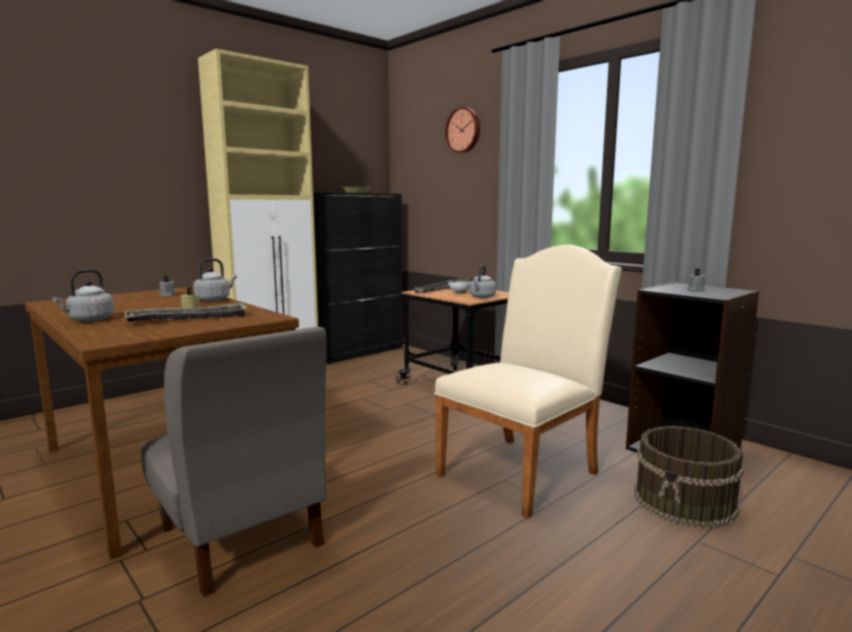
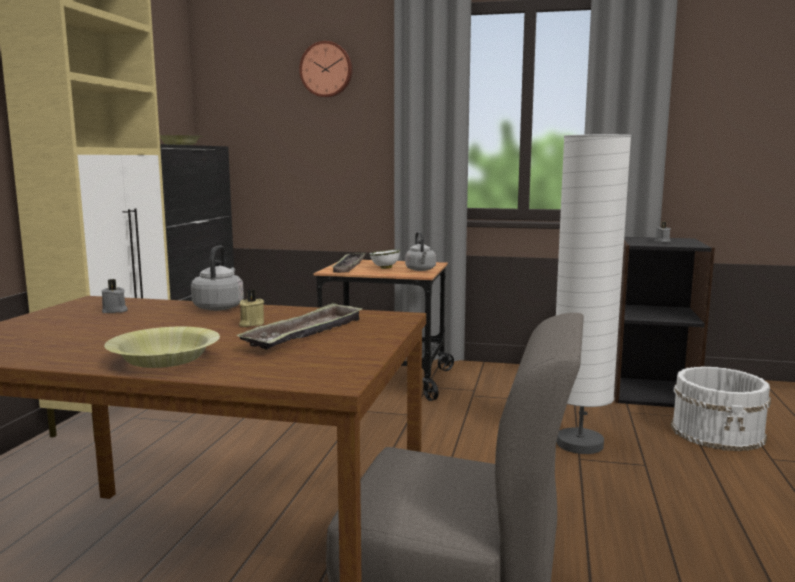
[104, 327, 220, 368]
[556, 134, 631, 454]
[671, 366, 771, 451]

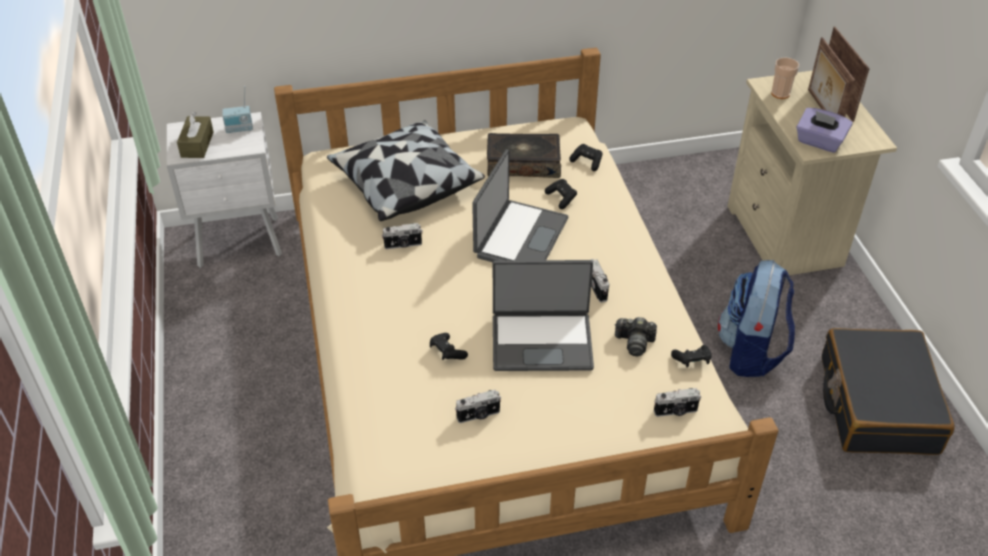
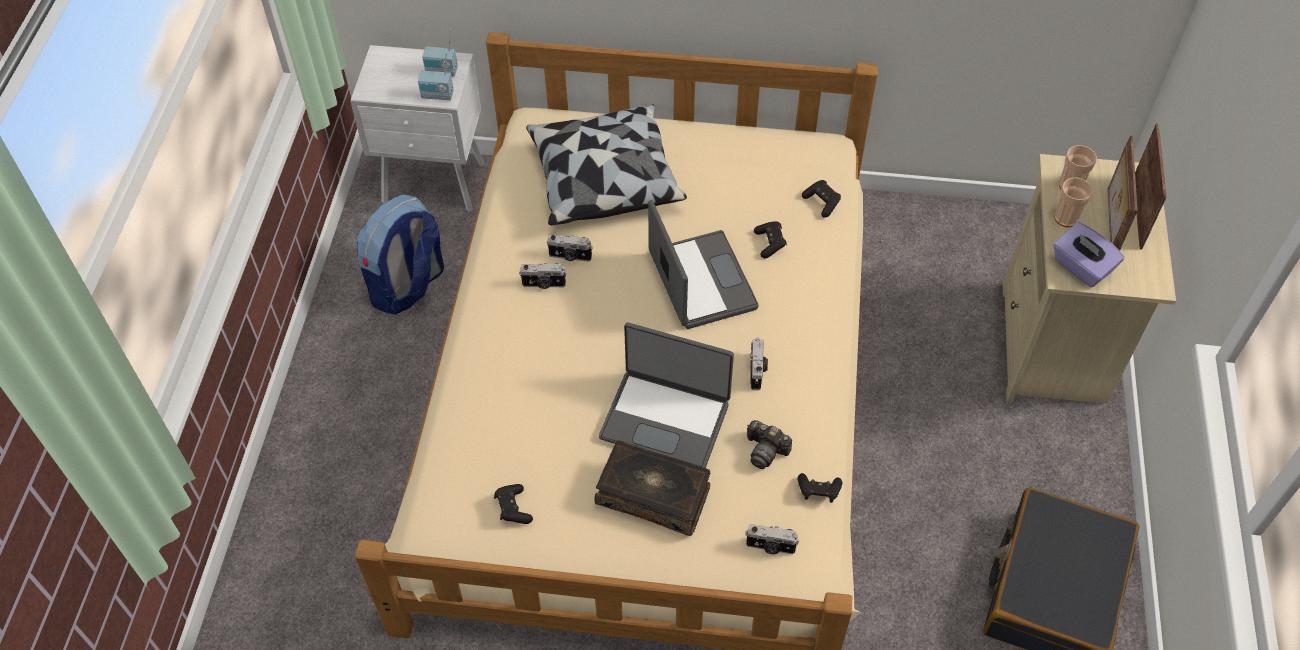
[357, 195, 444, 315]
[418, 53, 454, 100]
[494, 484, 533, 524]
[519, 263, 567, 289]
[594, 440, 710, 536]
[648, 200, 759, 329]
[1054, 178, 1093, 227]
[177, 111, 214, 158] (first image)

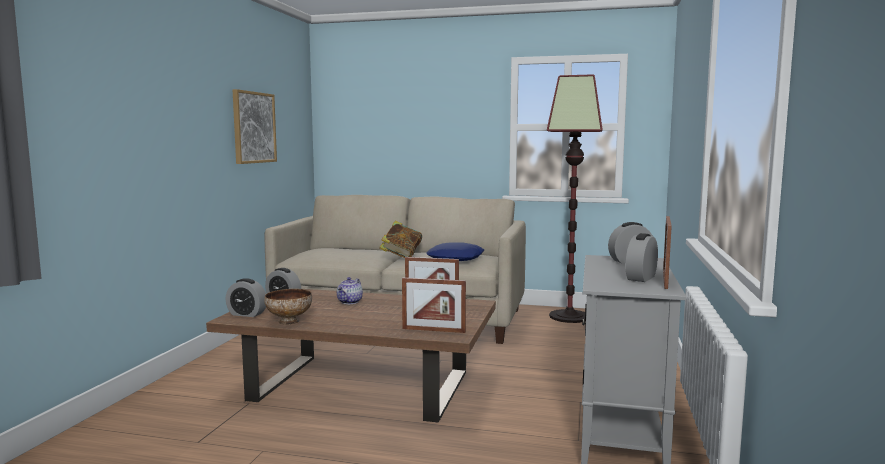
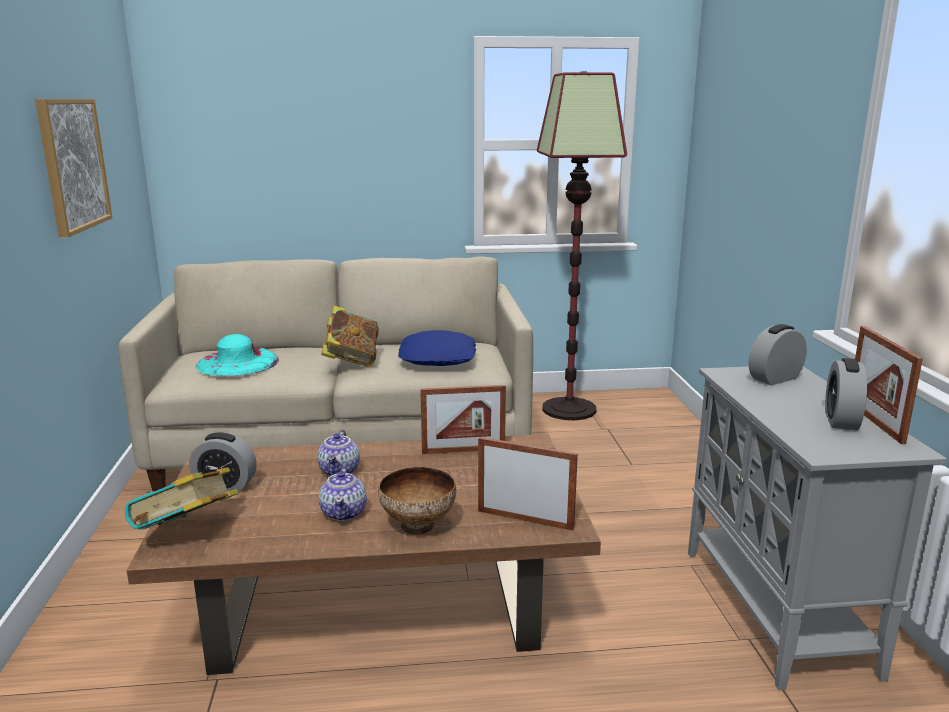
[125, 467, 238, 529]
[196, 334, 279, 376]
[319, 467, 367, 521]
[378, 467, 456, 535]
[478, 437, 578, 530]

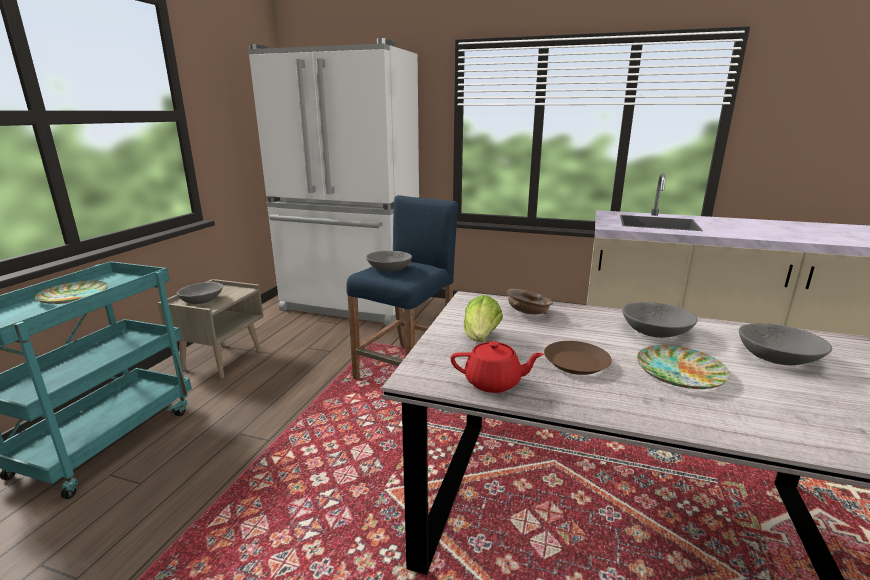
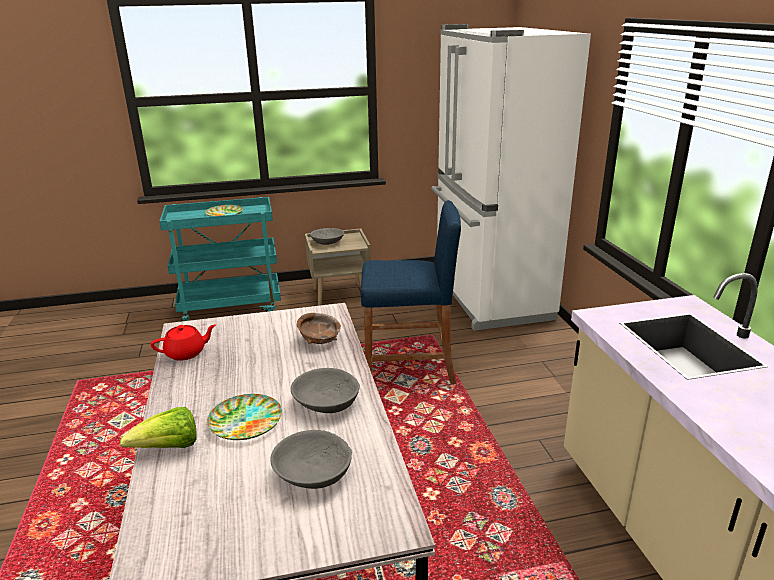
[120, 407, 197, 448]
[151, 324, 216, 361]
[366, 251, 412, 271] (first image)
[544, 341, 612, 375] (first image)

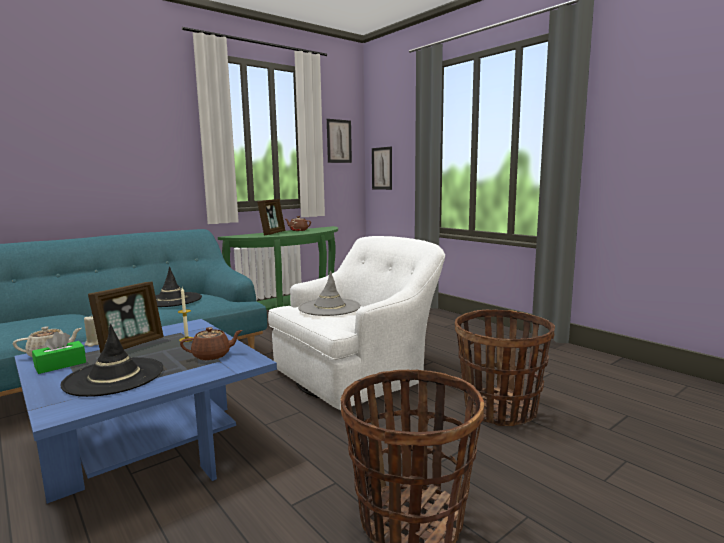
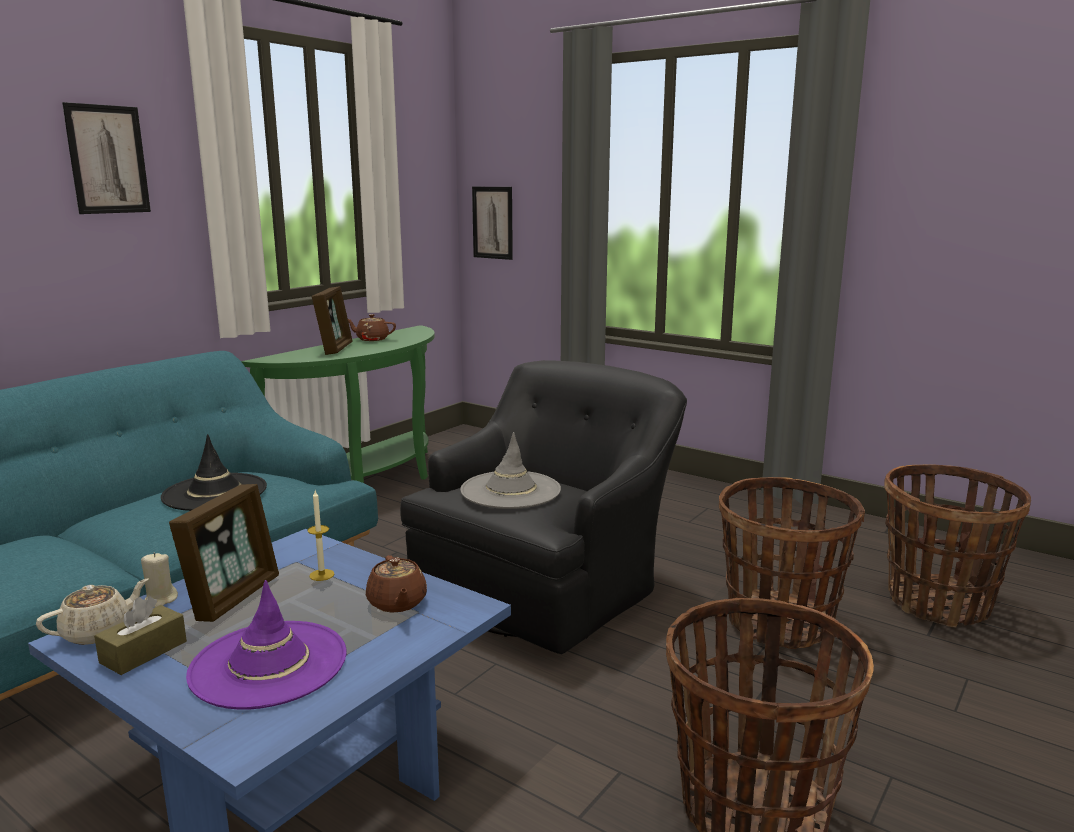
[62, 102, 151, 214]
[94, 596, 187, 675]
[186, 580, 346, 710]
[366, 555, 427, 613]
[400, 360, 687, 654]
[885, 465, 1031, 628]

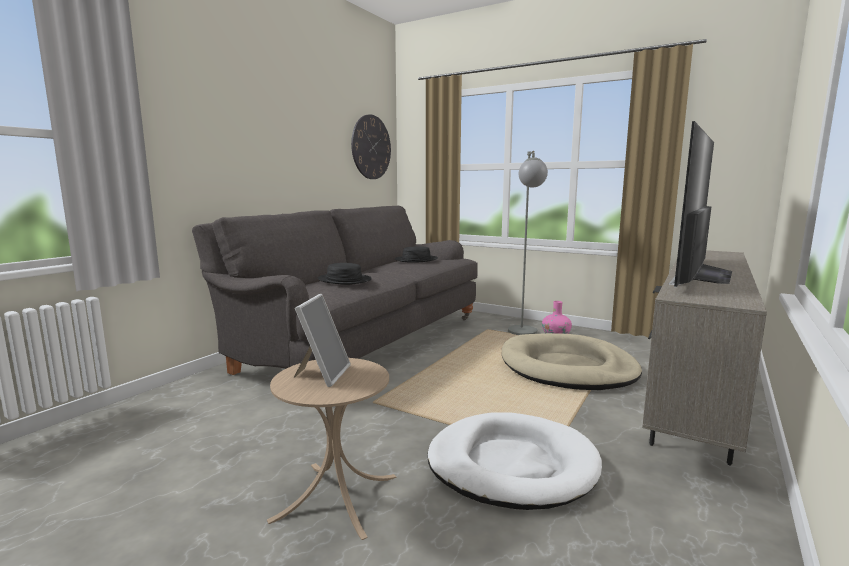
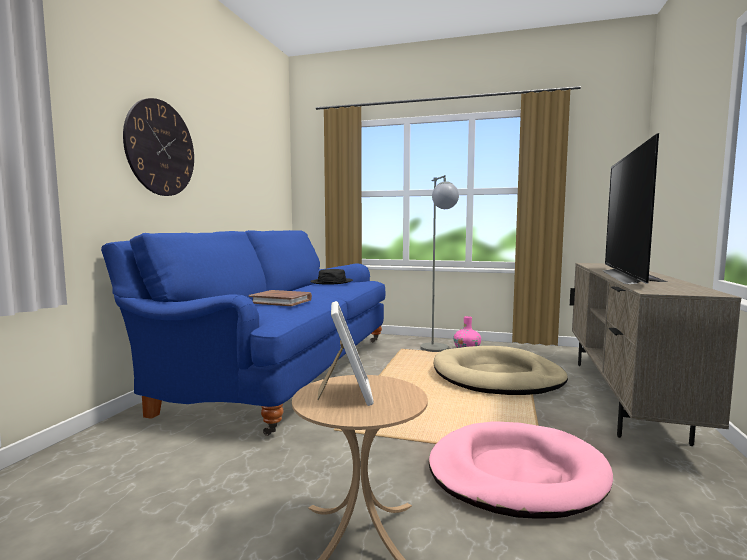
[101, 230, 385, 436]
[123, 98, 194, 196]
[248, 290, 312, 306]
[429, 422, 613, 519]

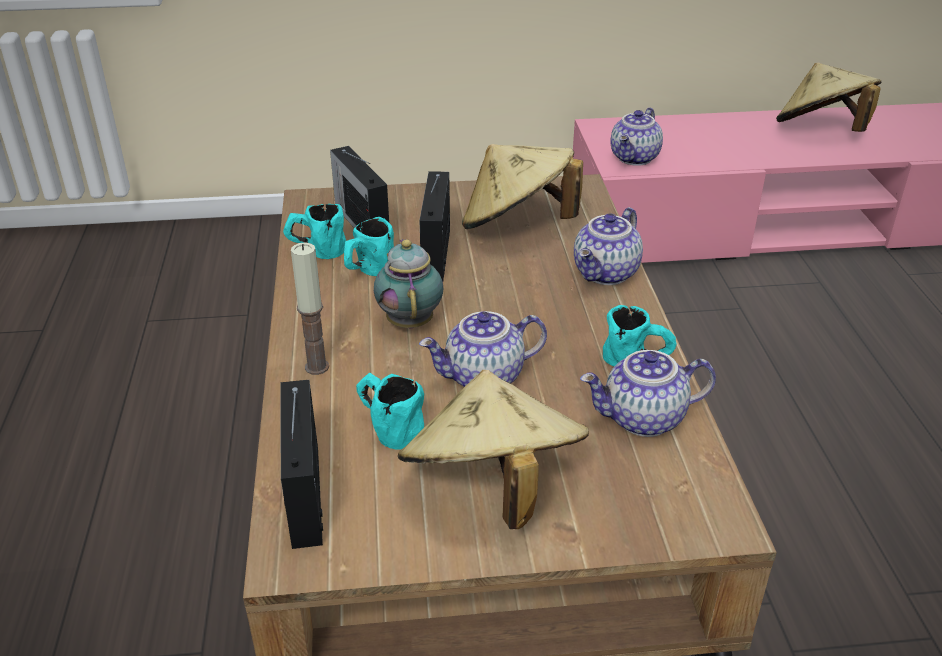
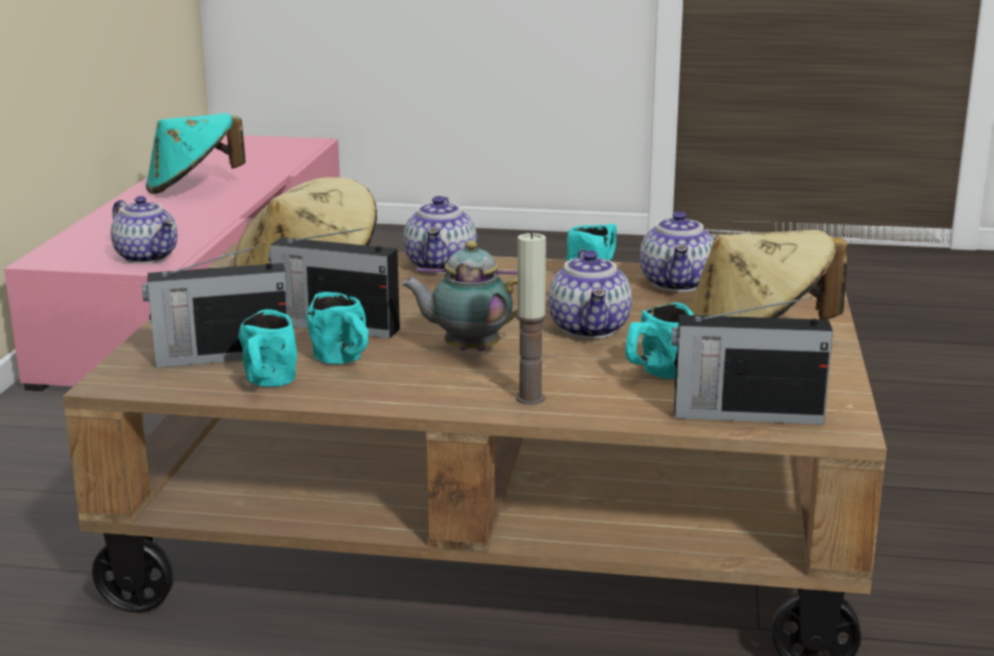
[146, 113, 246, 194]
[403, 196, 477, 273]

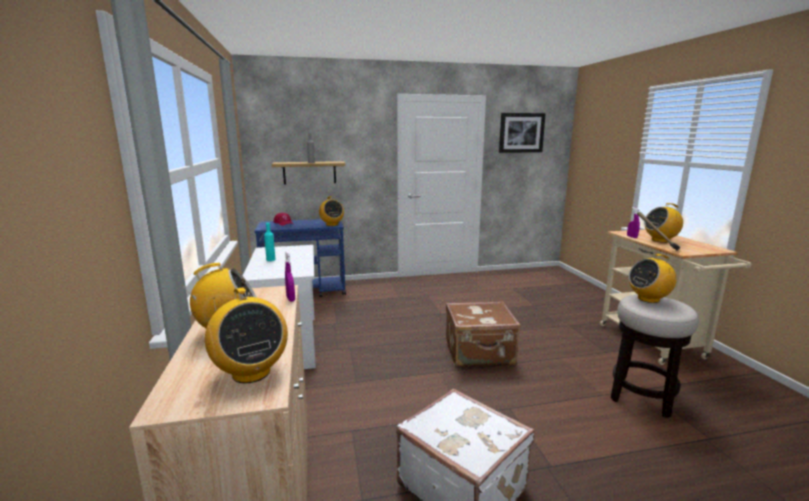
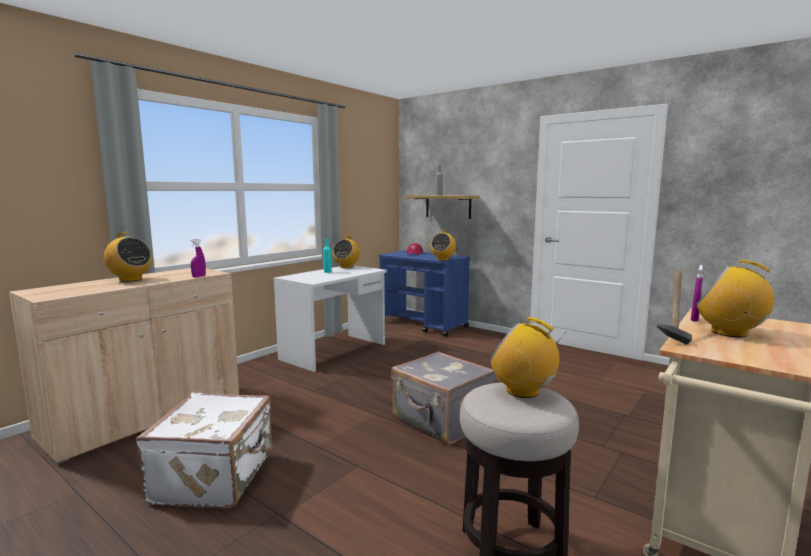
[332, 236, 360, 268]
[391, 352, 496, 444]
[499, 113, 546, 153] (first image)

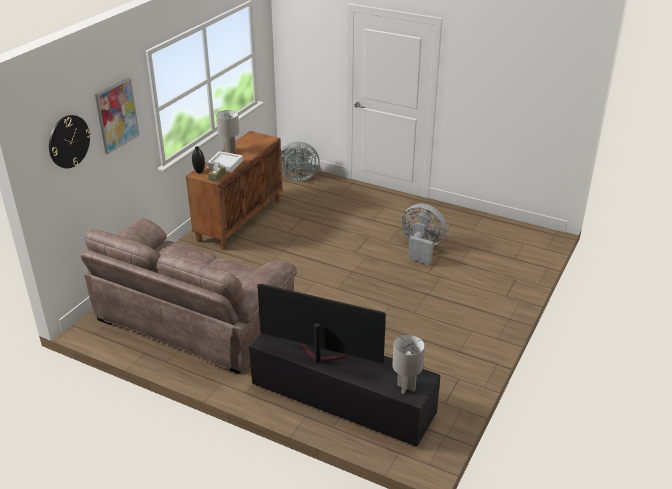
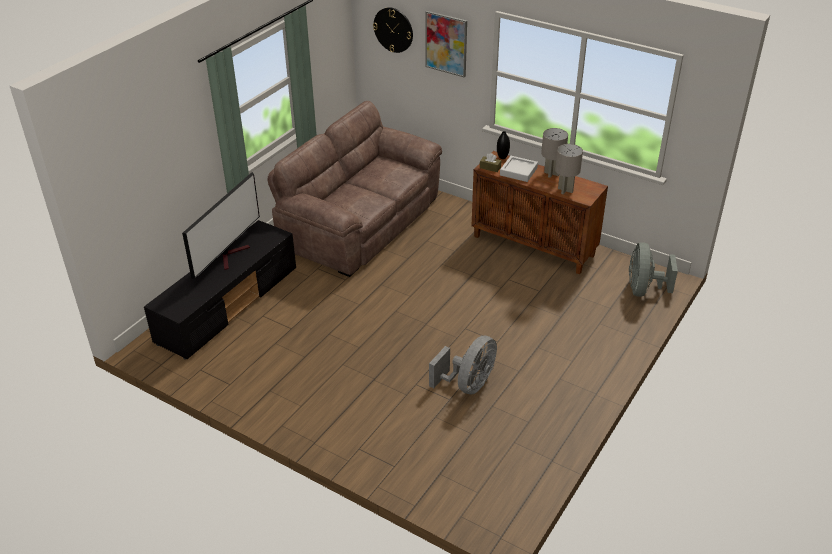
[555, 144, 583, 194]

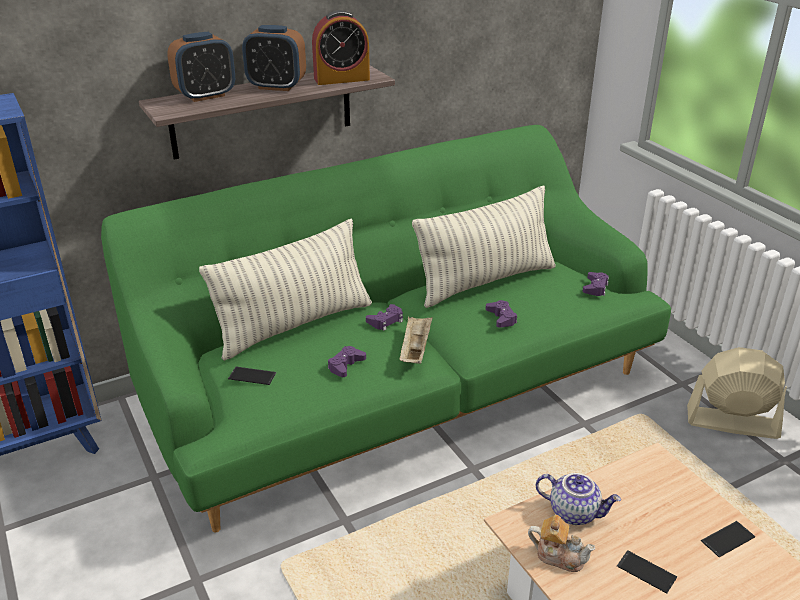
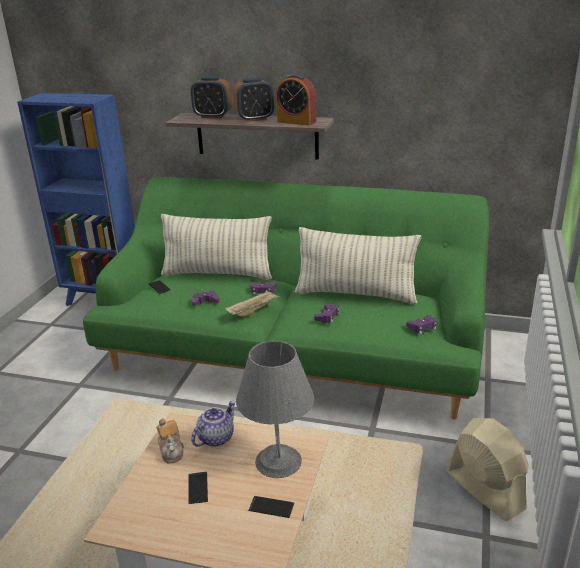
[191, 401, 236, 447]
[233, 78, 274, 122]
[236, 341, 314, 478]

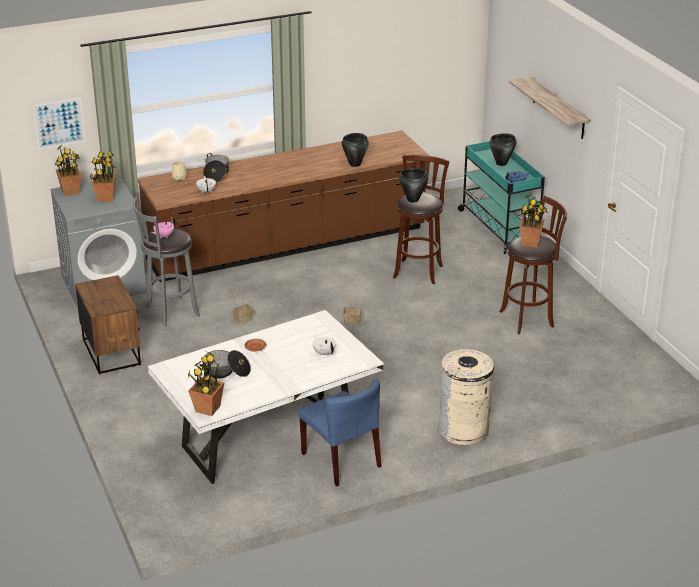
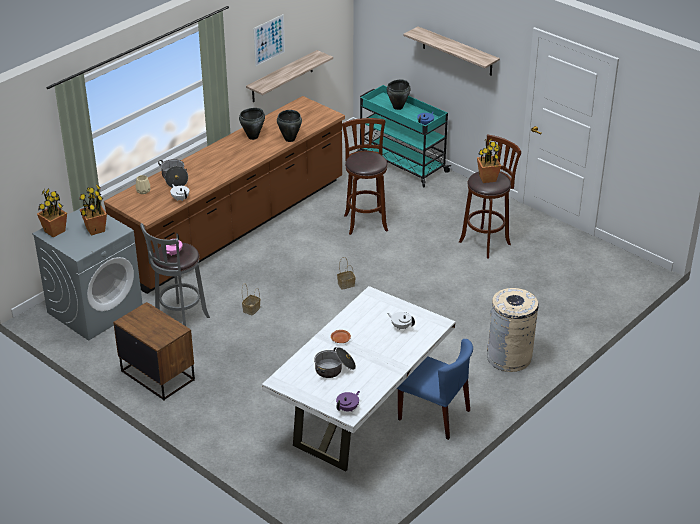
[239, 108, 265, 140]
[246, 50, 333, 102]
[253, 14, 285, 67]
[336, 391, 360, 412]

